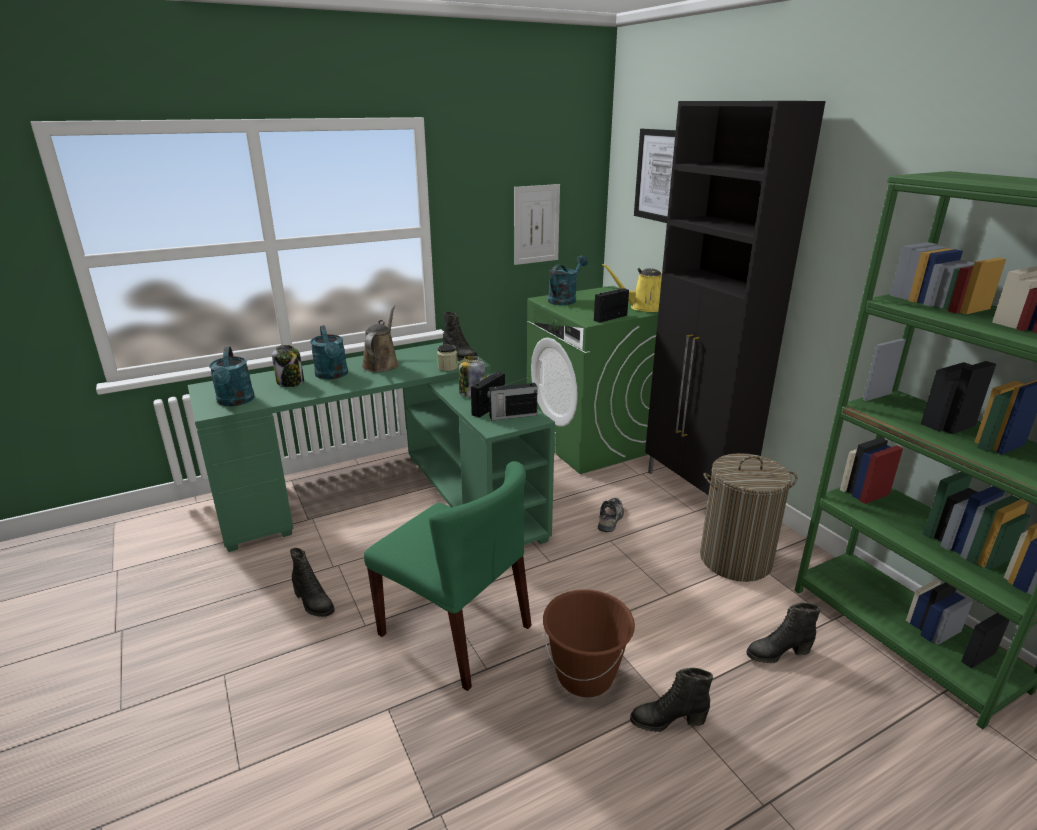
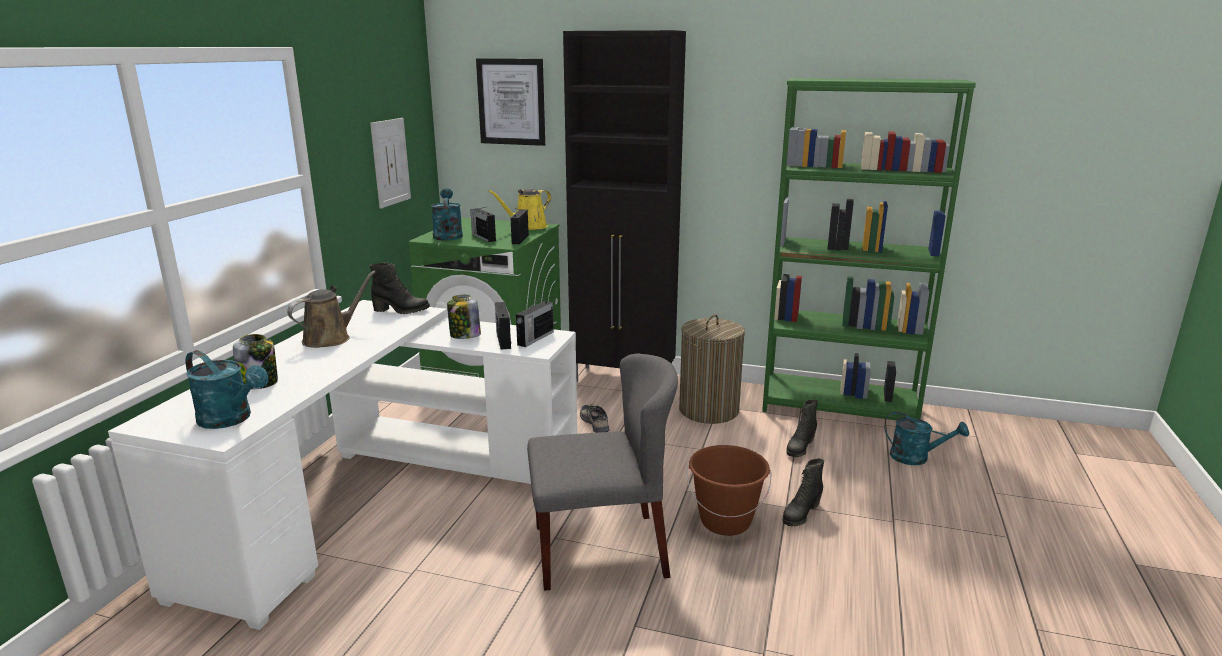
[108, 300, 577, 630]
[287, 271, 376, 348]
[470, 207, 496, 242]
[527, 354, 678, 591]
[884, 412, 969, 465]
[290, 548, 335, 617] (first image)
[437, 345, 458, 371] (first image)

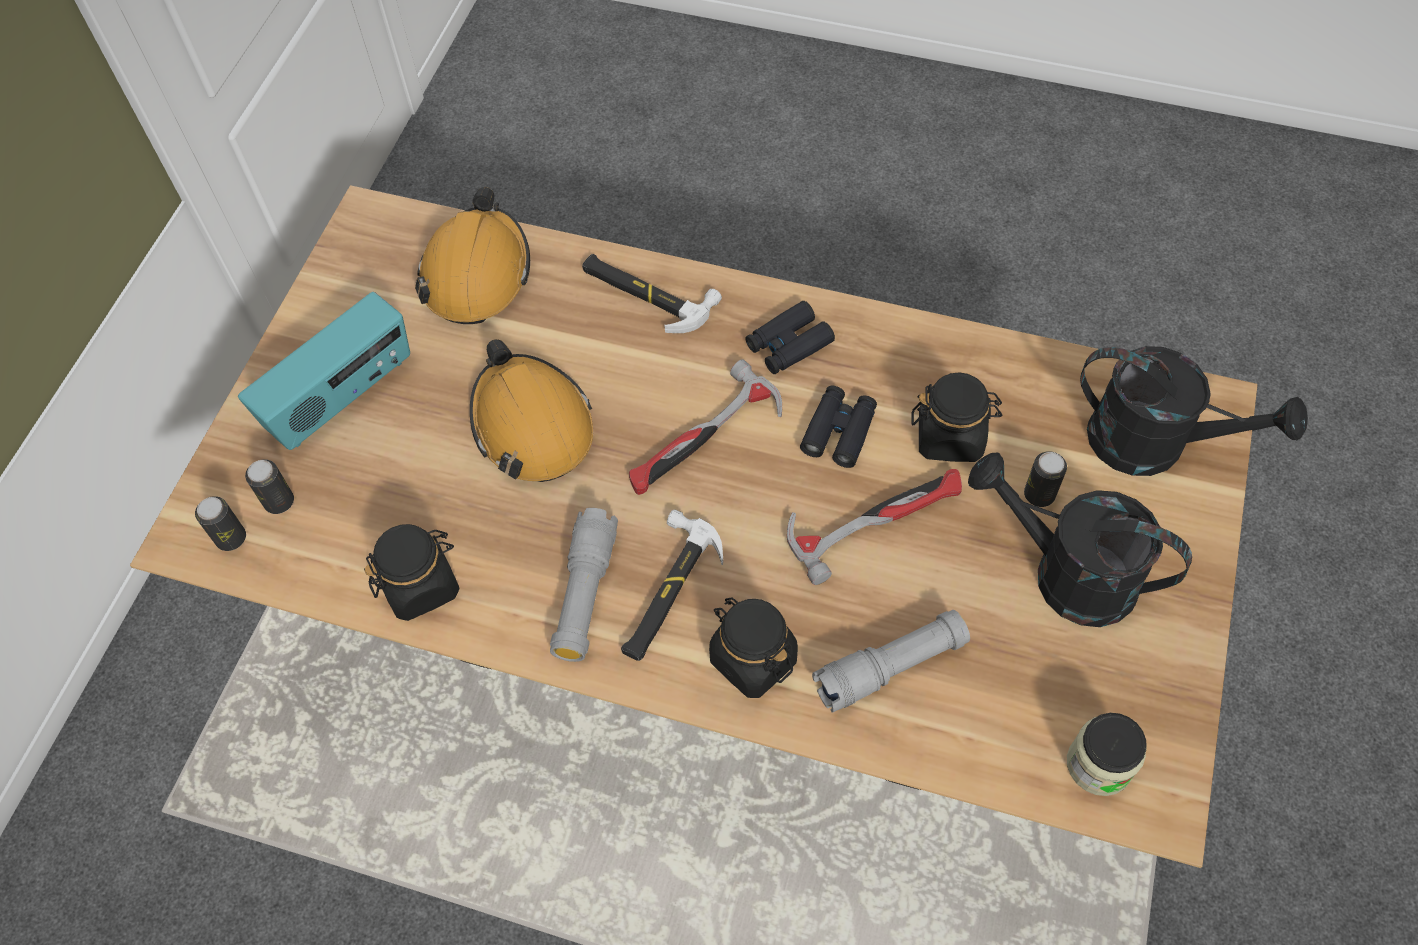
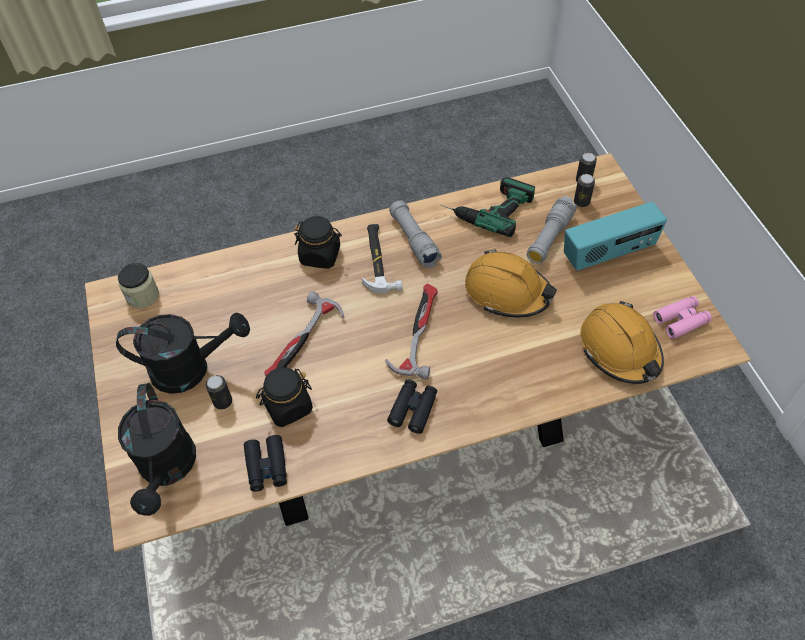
[118, 383, 196, 516]
[244, 435, 287, 492]
[441, 177, 535, 237]
[527, 196, 577, 263]
[564, 202, 667, 271]
[653, 296, 712, 339]
[582, 254, 722, 333] (first image)

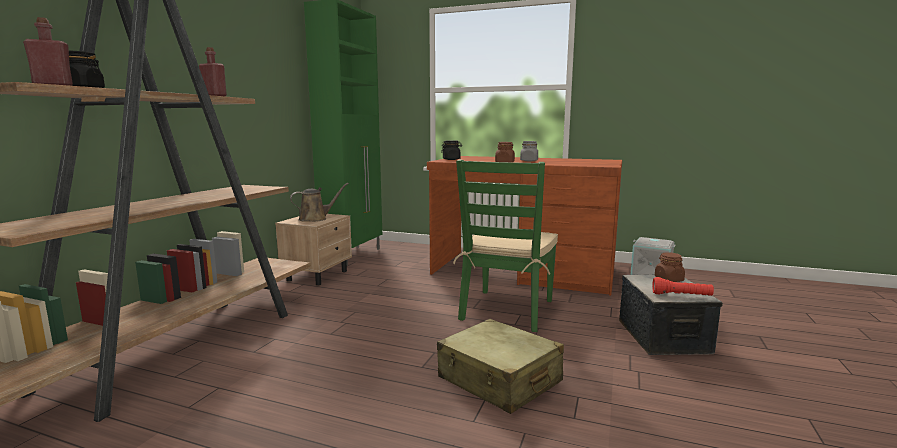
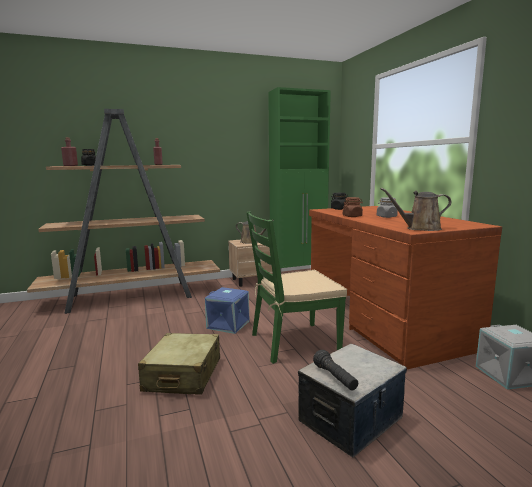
[205, 287, 249, 334]
[313, 350, 358, 390]
[380, 188, 451, 231]
[655, 252, 685, 282] (first image)

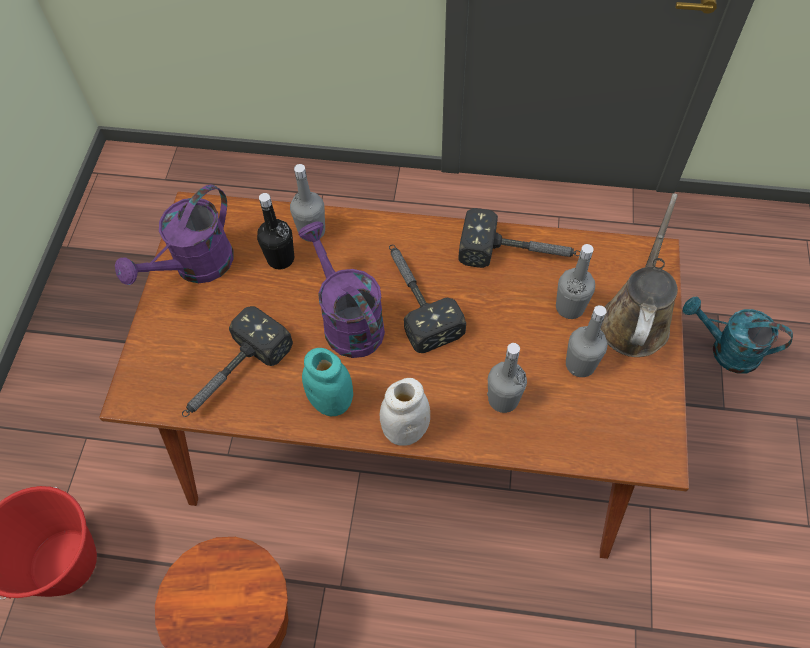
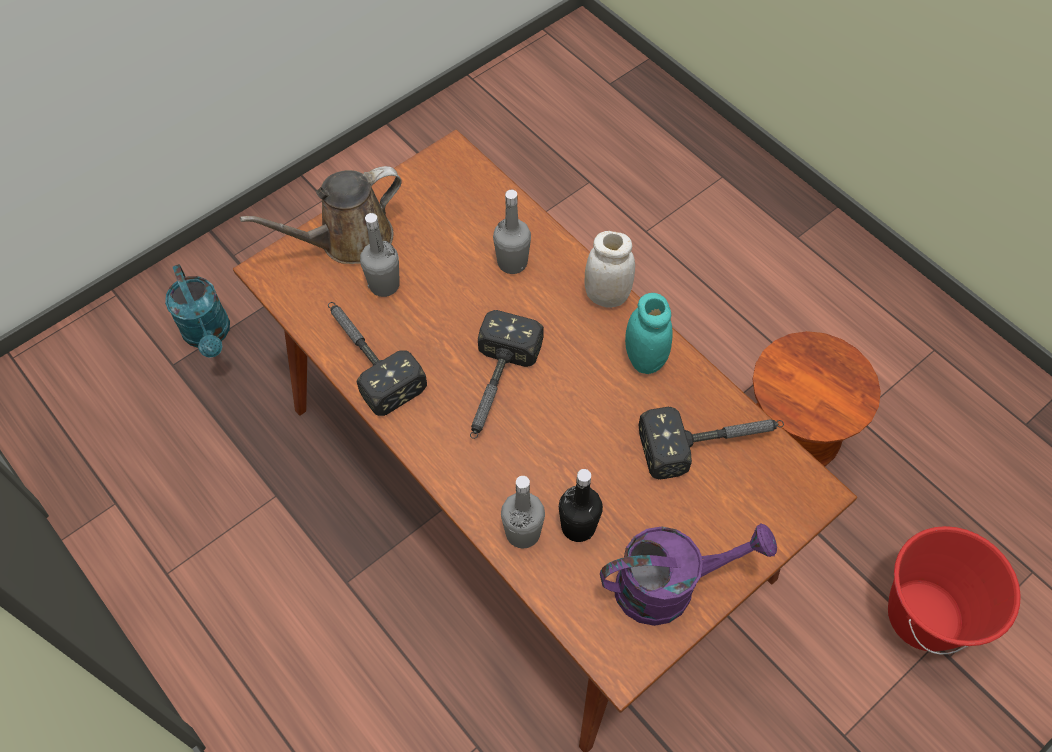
[298, 221, 385, 358] (first image)
[566, 305, 608, 377] (first image)

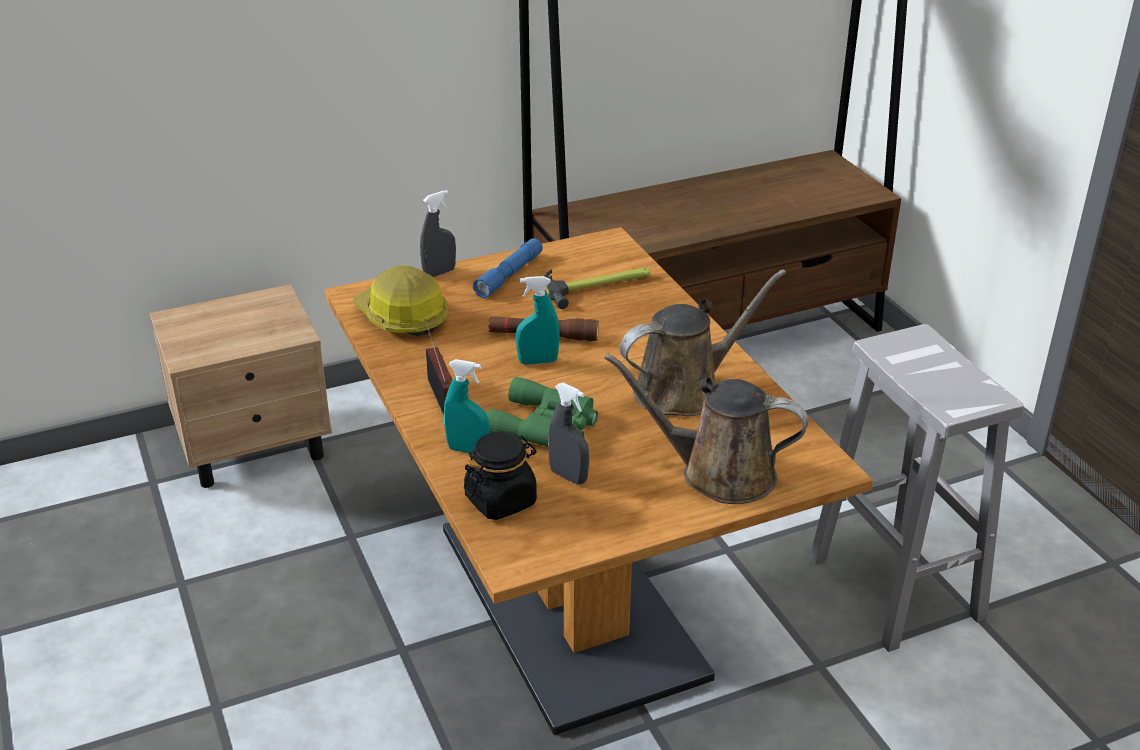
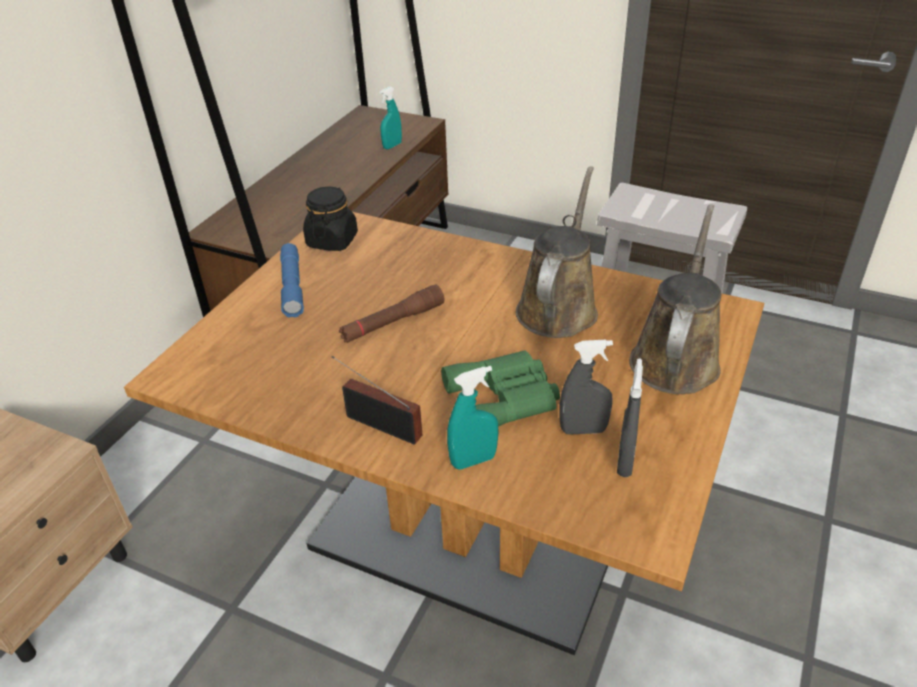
[303, 186, 358, 251]
[380, 86, 402, 150]
[617, 358, 643, 477]
[629, 204, 721, 394]
[353, 265, 448, 336] (first image)
[545, 267, 650, 309] (first image)

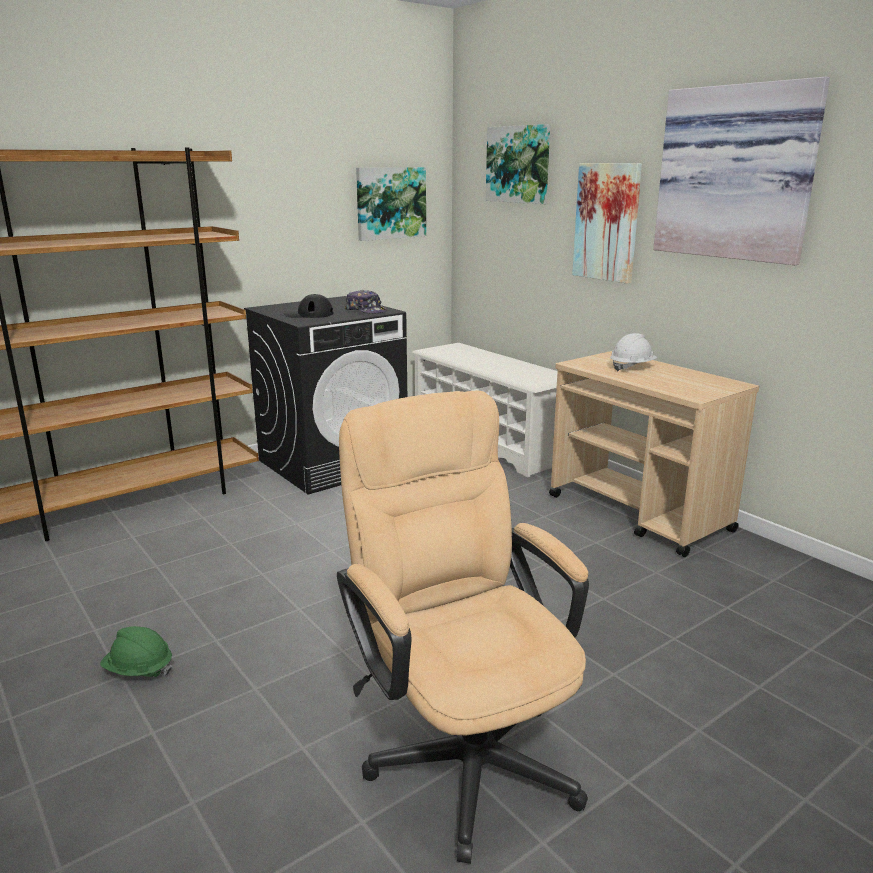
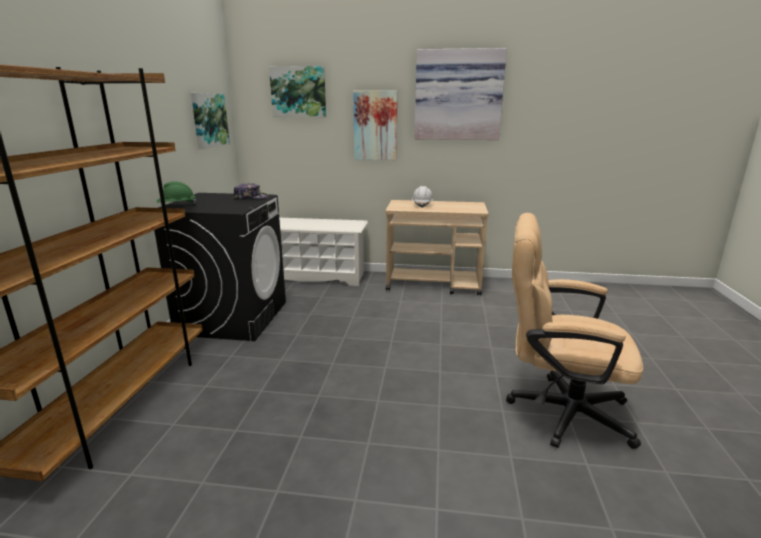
[157, 182, 196, 205]
[283, 294, 334, 318] (first image)

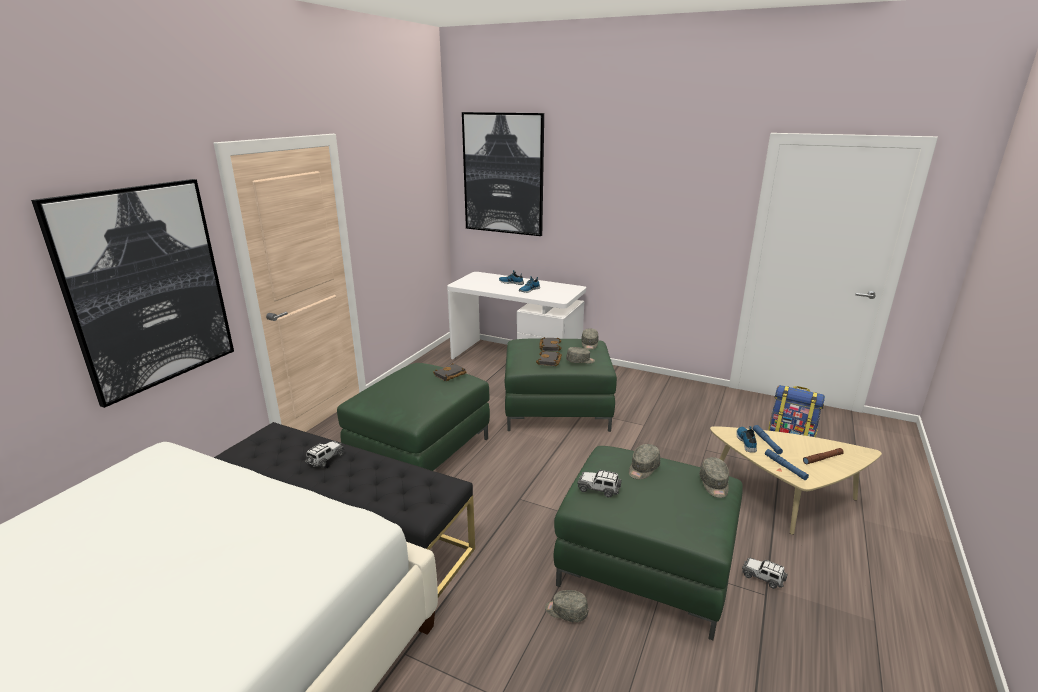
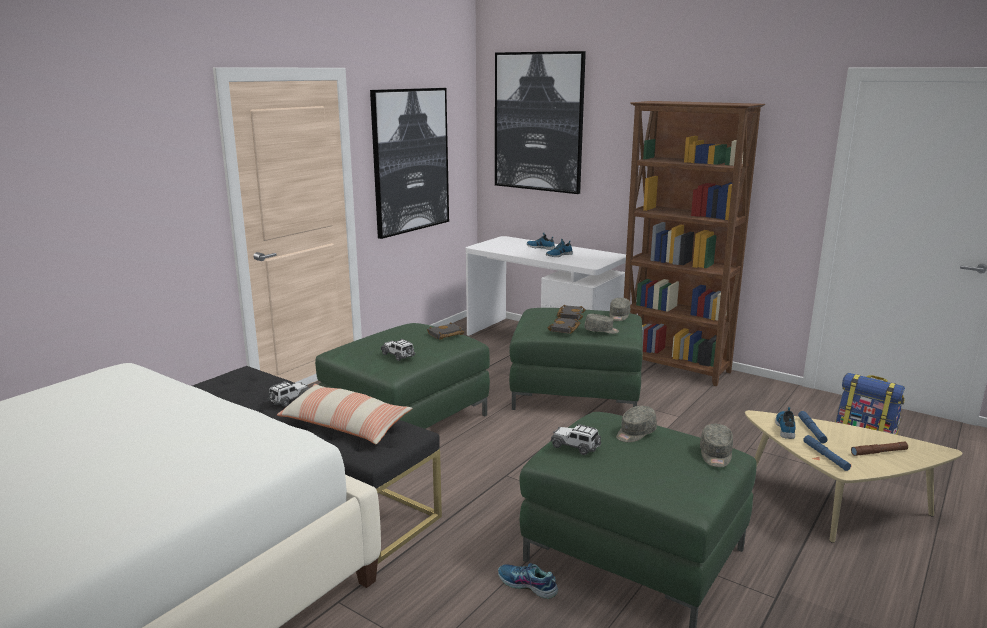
[277, 384, 413, 444]
[370, 88, 449, 239]
[381, 339, 415, 361]
[498, 563, 558, 599]
[624, 101, 765, 386]

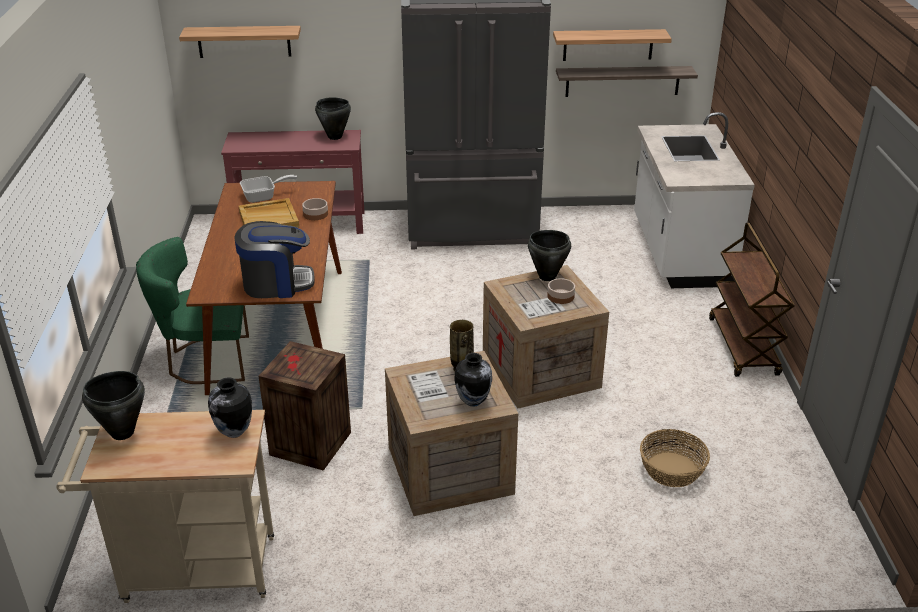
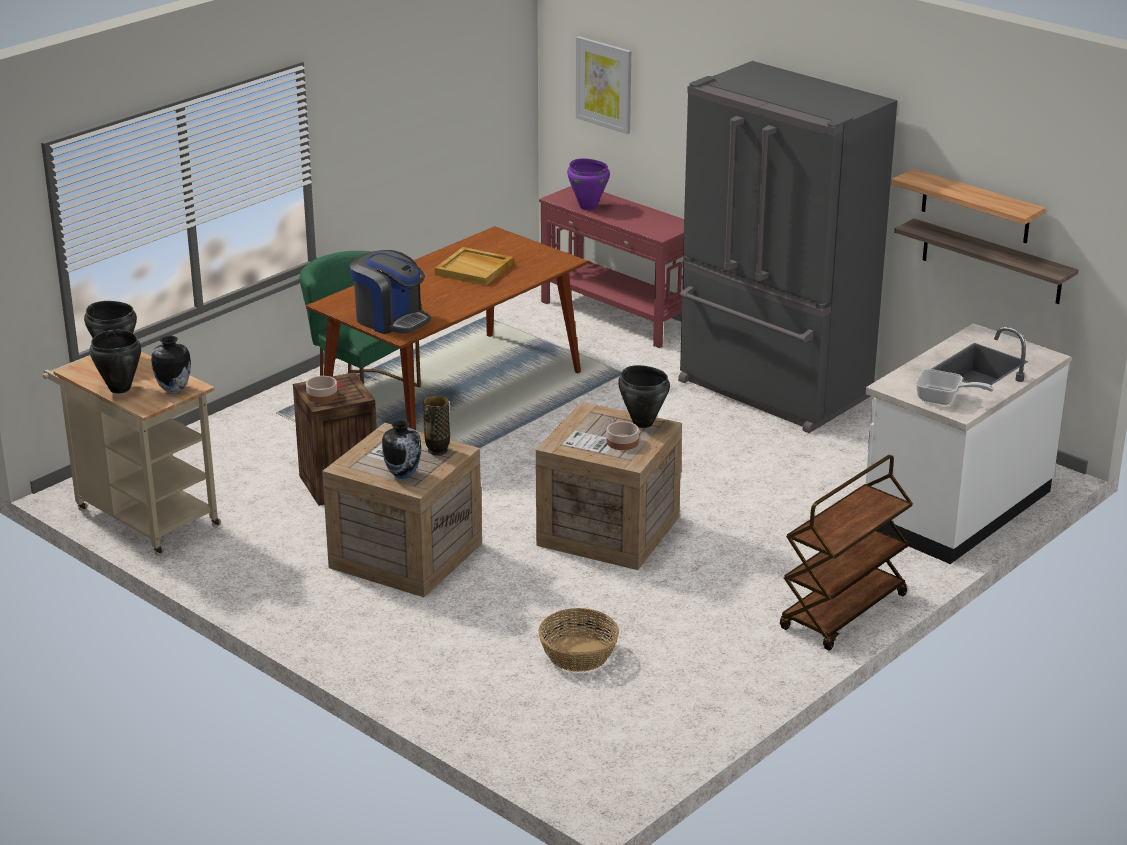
[89, 330, 141, 393]
[306, 376, 338, 403]
[567, 158, 610, 210]
[576, 36, 631, 134]
[915, 369, 994, 405]

